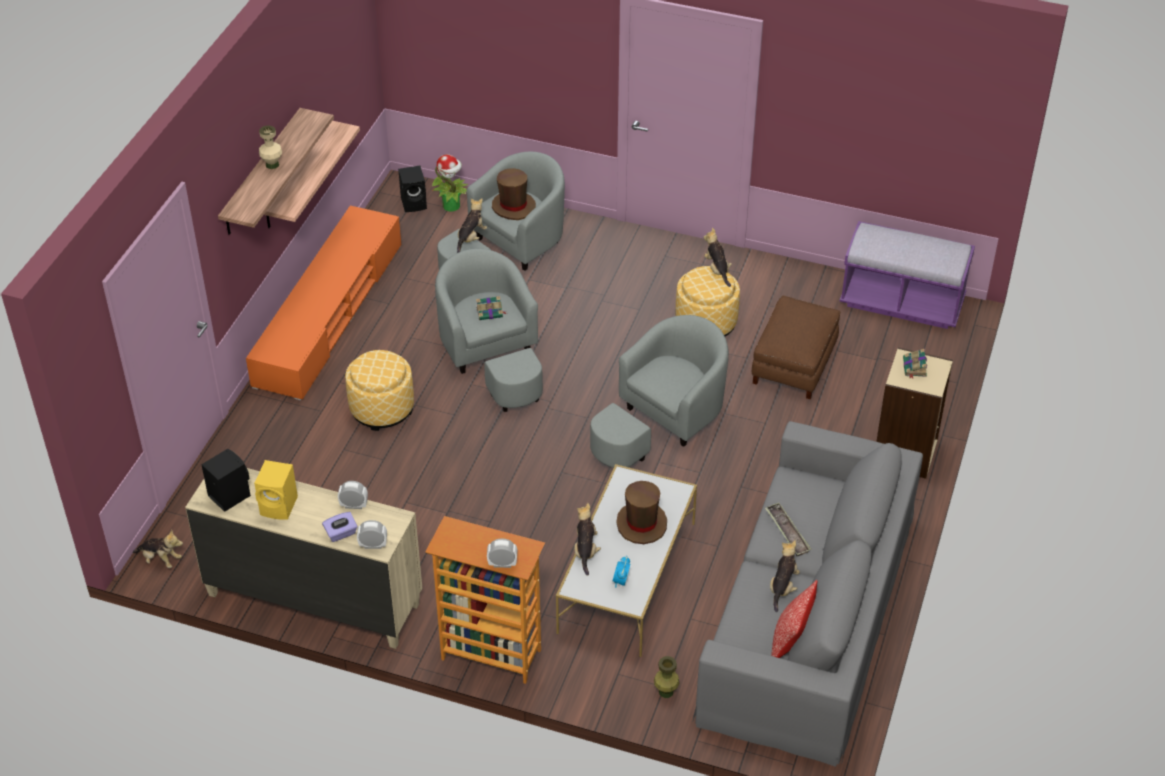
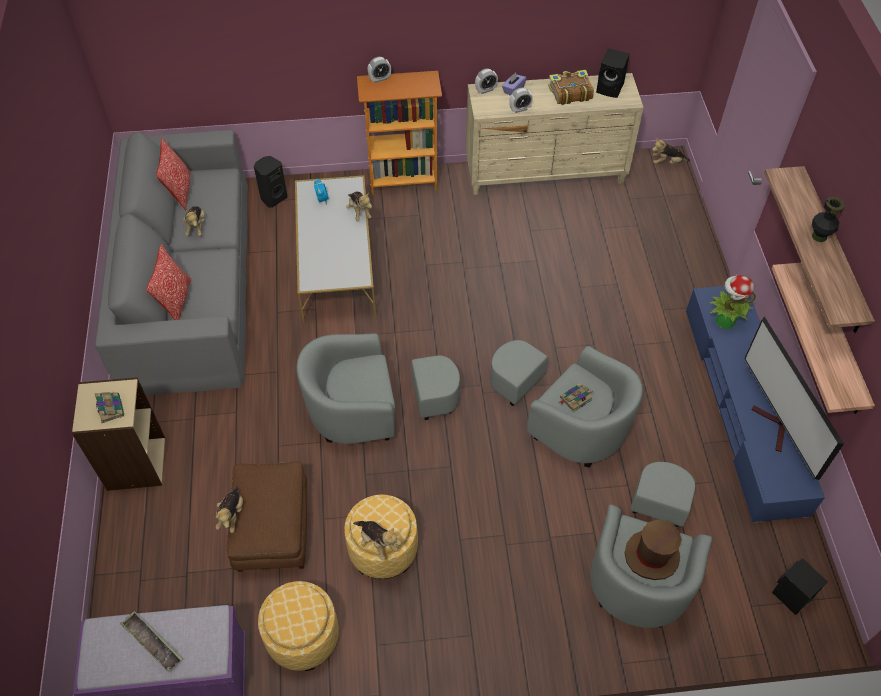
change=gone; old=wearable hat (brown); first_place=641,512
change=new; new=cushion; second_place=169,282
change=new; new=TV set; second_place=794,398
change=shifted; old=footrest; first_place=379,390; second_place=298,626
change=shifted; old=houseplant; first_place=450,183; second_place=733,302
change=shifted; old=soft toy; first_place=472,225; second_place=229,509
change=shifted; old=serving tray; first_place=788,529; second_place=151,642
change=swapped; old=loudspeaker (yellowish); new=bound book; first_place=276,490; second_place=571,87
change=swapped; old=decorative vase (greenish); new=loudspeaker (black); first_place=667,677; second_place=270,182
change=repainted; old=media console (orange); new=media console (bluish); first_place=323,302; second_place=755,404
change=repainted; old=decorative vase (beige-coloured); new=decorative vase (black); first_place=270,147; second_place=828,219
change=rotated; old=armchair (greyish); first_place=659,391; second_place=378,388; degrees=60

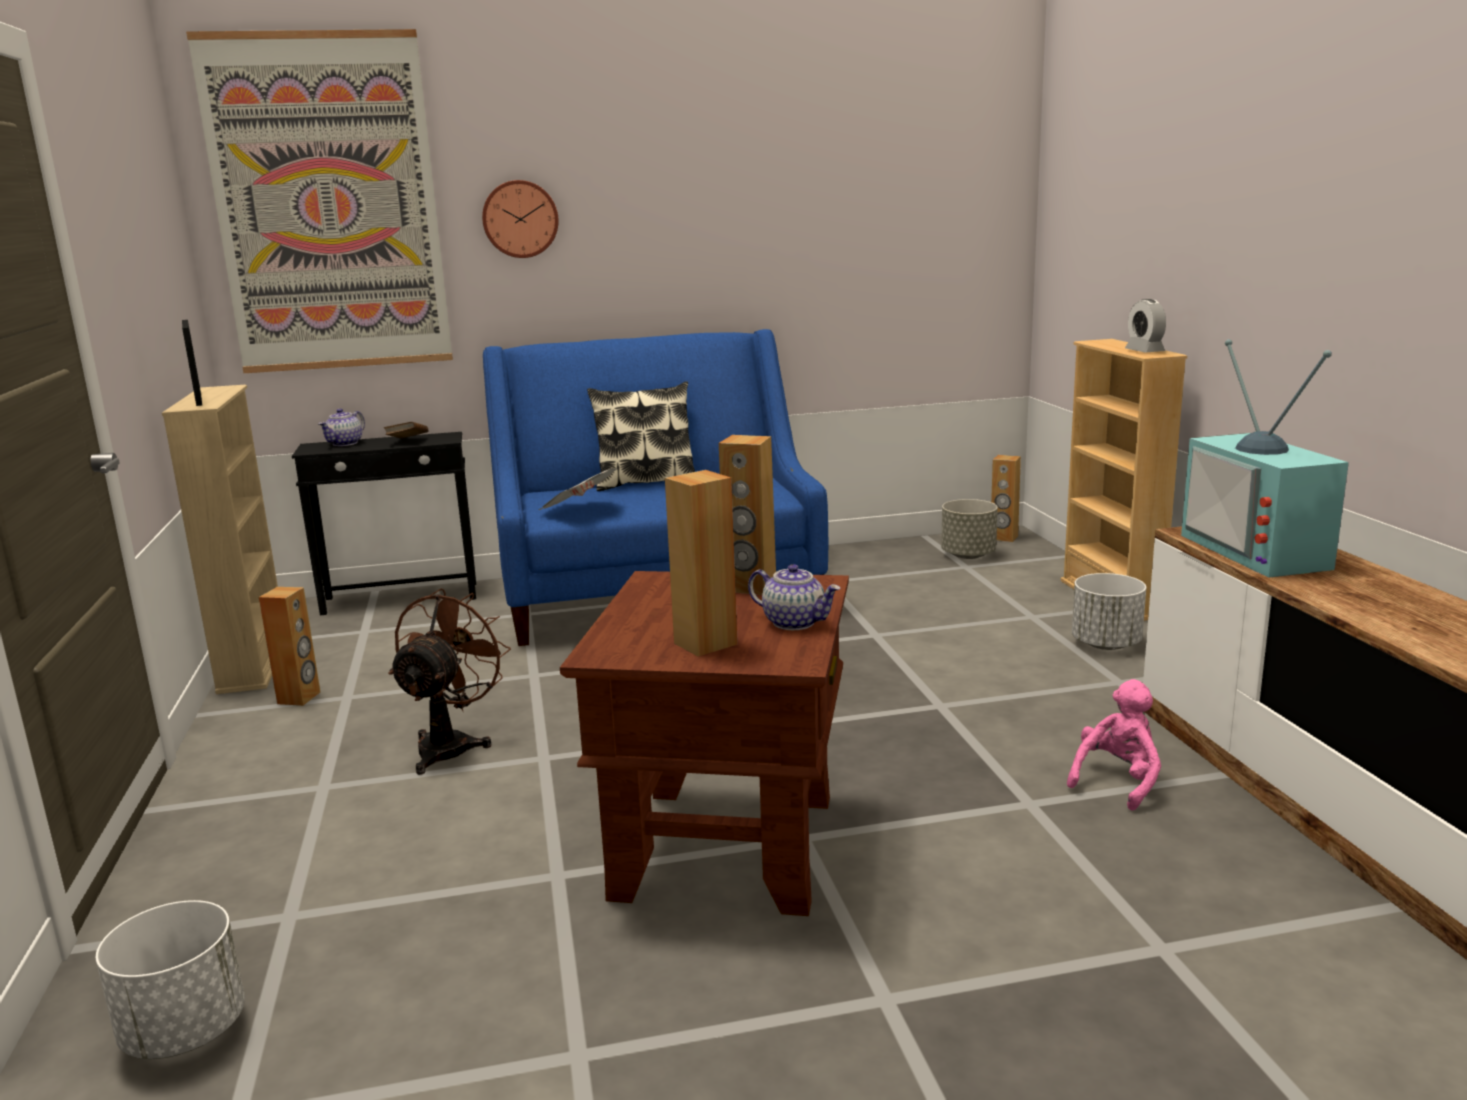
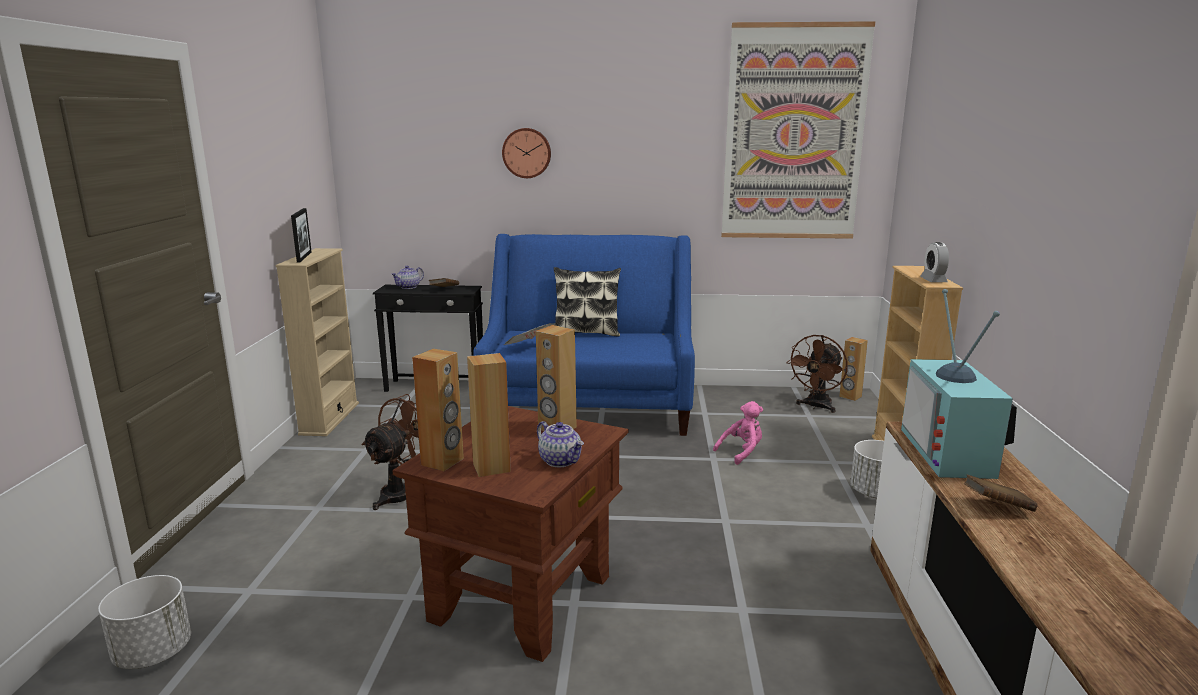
change=new; new=bound book (brown); second_place=1001,493
change=shifted; old=picture; first_place=319,201; second_place=798,130
change=shifted; old=loudspeaker (brown); first_place=289,646; second_place=438,410
change=shifted; old=soft toy (pink-coloured); first_place=1114,745; second_place=738,433
change=swapped; old=plant pot (greyish); new=cooling fan (brown); first_place=969,529; second_place=817,374

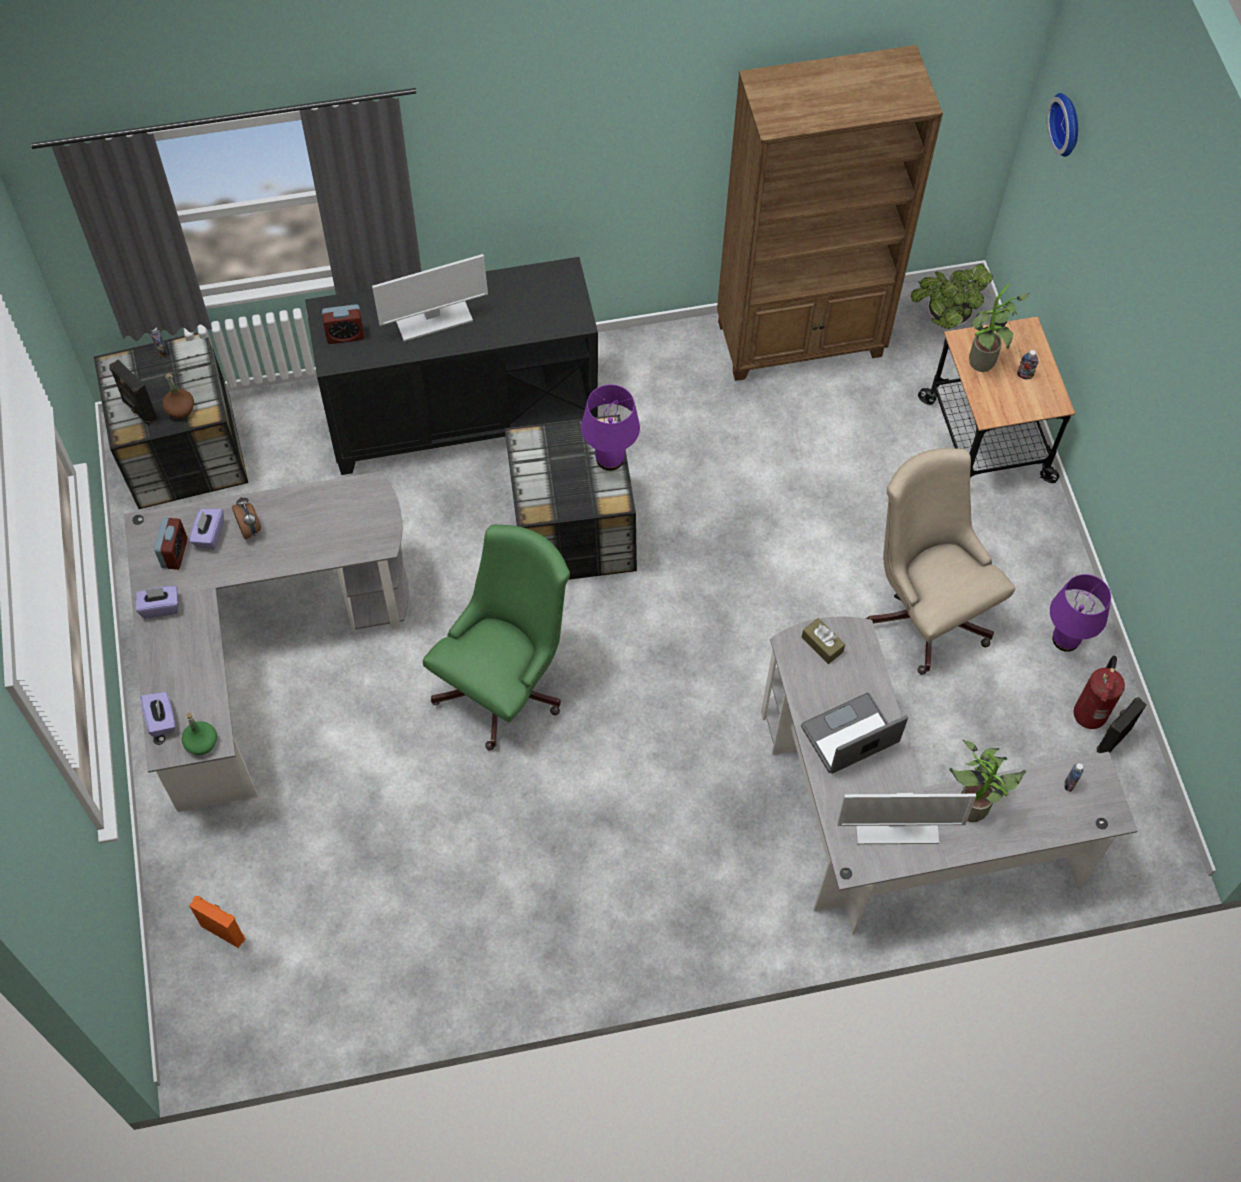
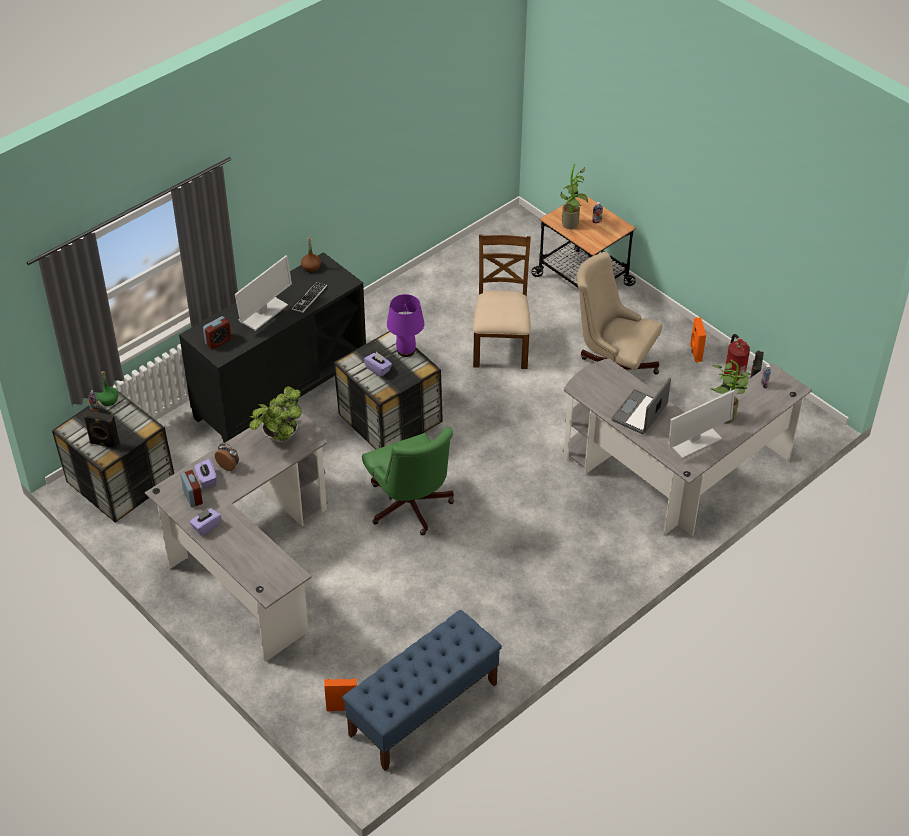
change=gone; old=bookshelf (brown); first_place=830,213
change=gone; old=box of tissues (brown); first_place=823,641
change=gone; old=hanging clock; first_place=1062,125
change=new; new=computer keyboard; second_place=309,297
change=new; new=indoor bench (bluish); second_place=422,690
change=new; new=plain chair (brown); second_place=502,302
change=shifted; old=box of tissues (purple-coloured); first_place=157,714; second_place=378,364
change=shifted; old=drink bottle (brown); first_place=178,396; second_place=311,255
change=shifted; old=drink bottle (greenish); first_place=199,734; second_place=107,388
change=shifted; old=houseplant; first_place=952,296; second_place=275,414
change=swapped; old=lamp for a table (purple-coloured); new=loudspeaker (orange); first_place=1080,613; second_place=698,339
change=rotated; old=desk chair (greenish); first_place=496,637; second_place=408,481; degrees=150

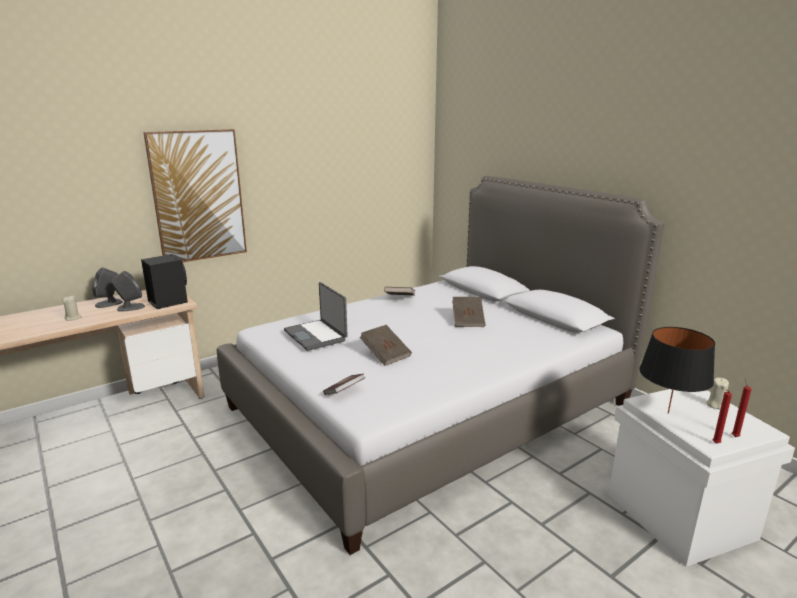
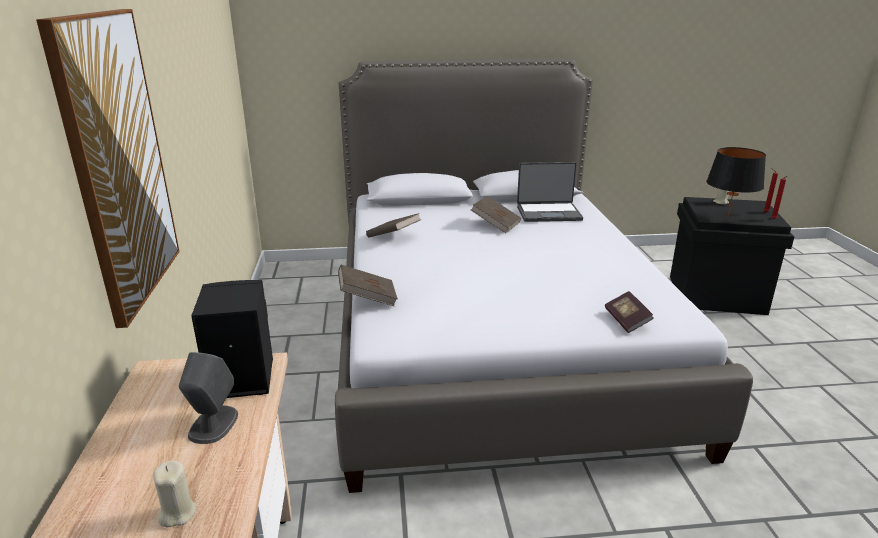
change=gone; old=loudspeaker (greyish); first_place=107,287
change=shifted; old=portable computer; first_place=316,316; second_place=550,192
change=shifted; old=bound book (brown); first_place=386,345; second_place=368,285
change=repainted; old=storage bin (white); new=storage bin (black); first_place=702,478; second_place=732,256

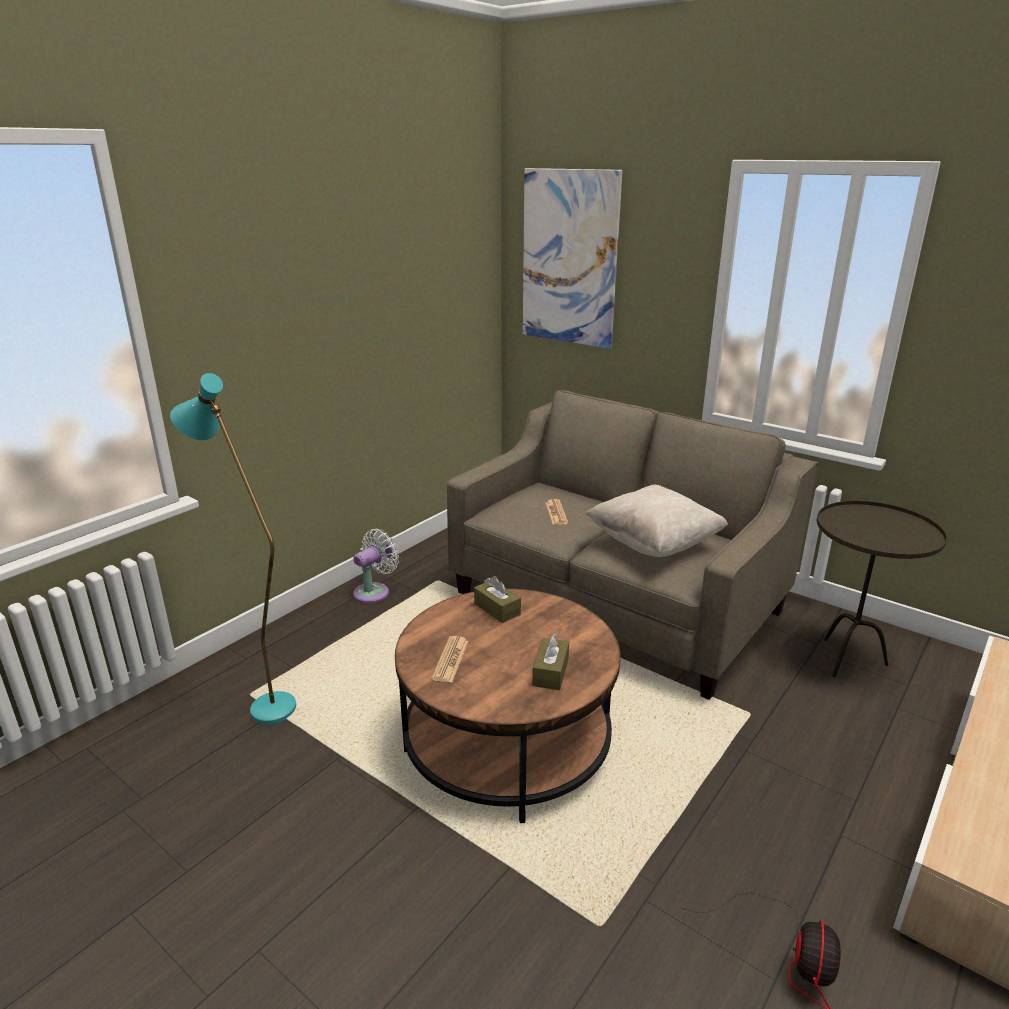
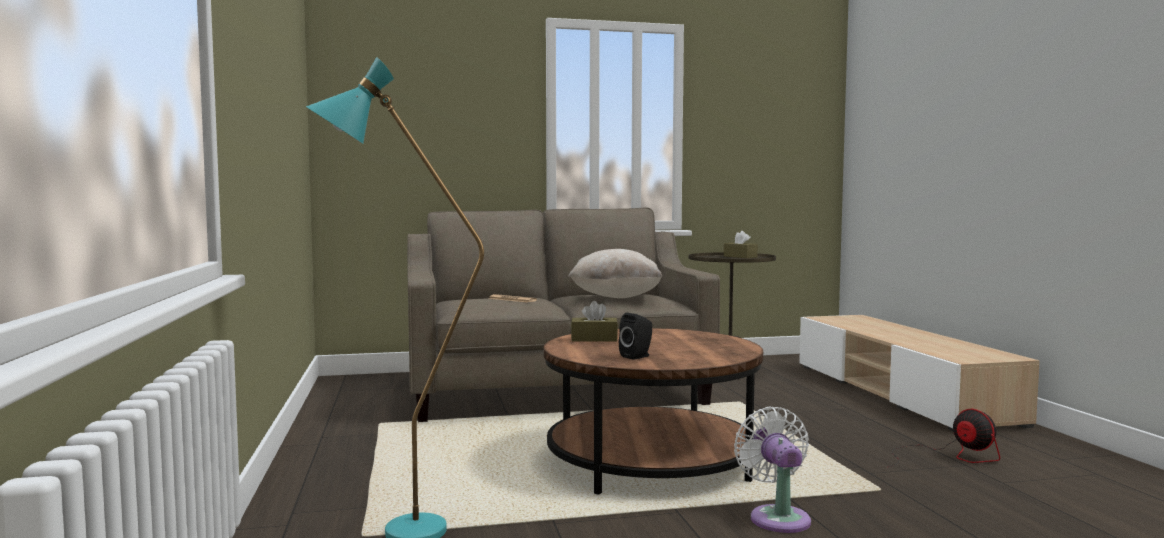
change=gone; old=picture; first_place=572,258
change=shifted; old=cooling fan (white); first_place=376,566; second_place=772,469
change=shifted; old=box of tissues (brown); first_place=550,662; second_place=741,244
change=swapped; old=newspaper; new=loudspeaker (black); first_place=450,659; second_place=635,336

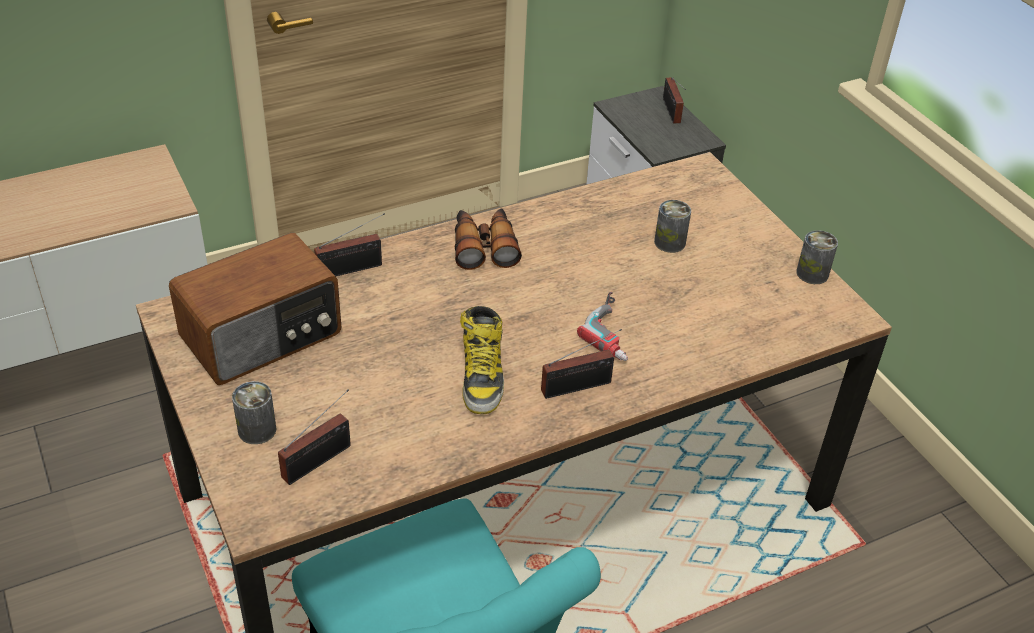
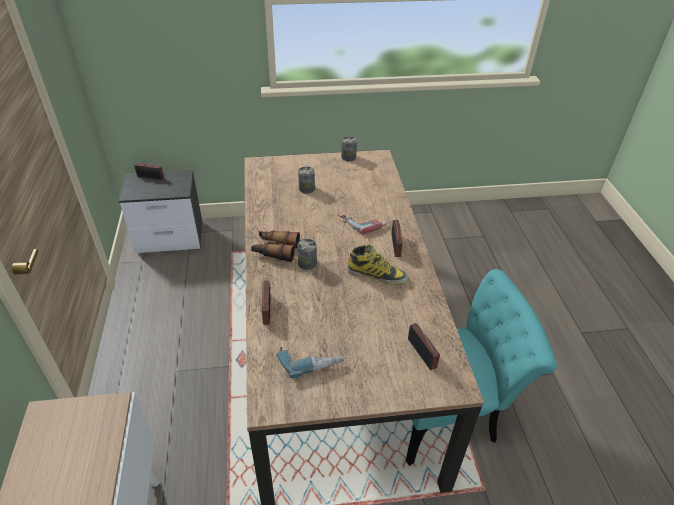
change=shifted; old=can; first_place=254,412; second_place=307,254
change=swapped; old=radio set; new=power drill; first_place=255,309; second_place=311,362

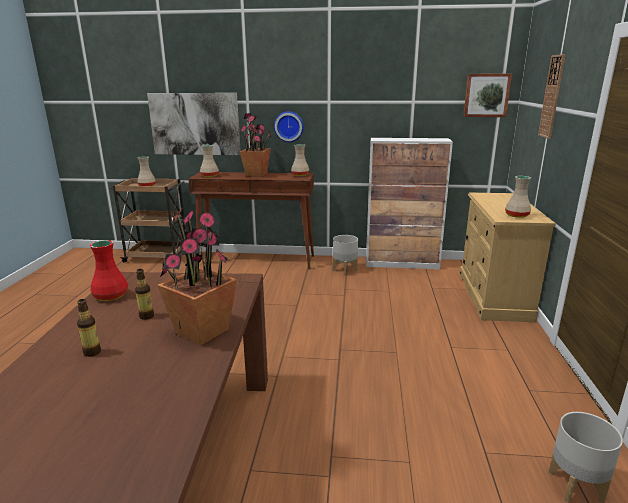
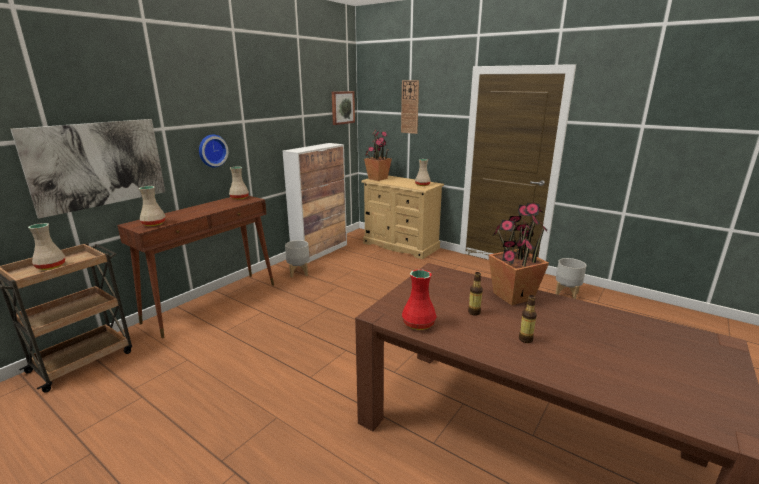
change=shifted; old=houseplant; first_place=255,145; second_place=378,155

